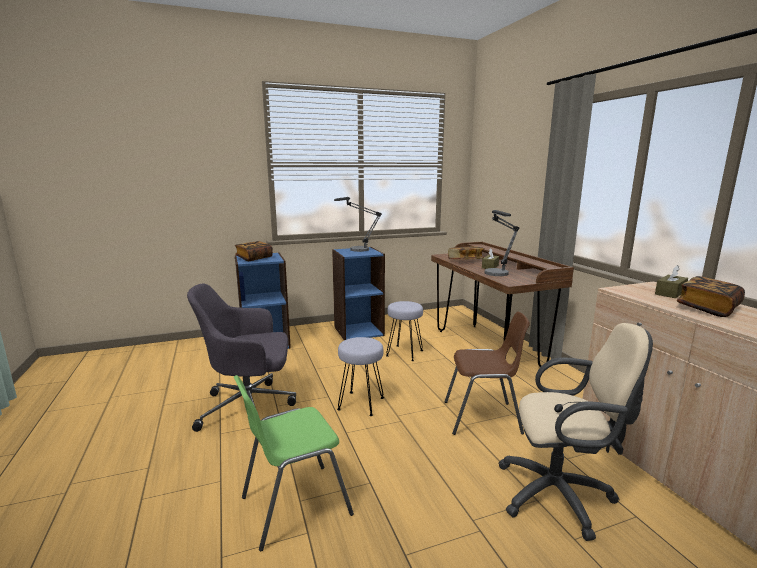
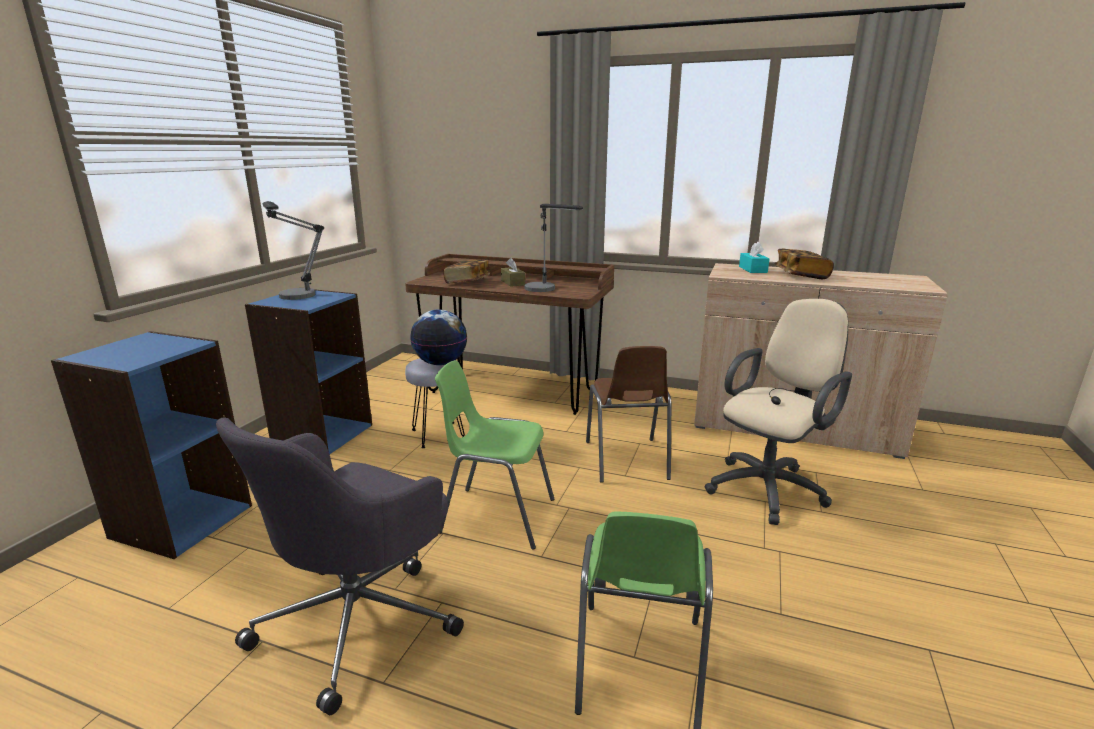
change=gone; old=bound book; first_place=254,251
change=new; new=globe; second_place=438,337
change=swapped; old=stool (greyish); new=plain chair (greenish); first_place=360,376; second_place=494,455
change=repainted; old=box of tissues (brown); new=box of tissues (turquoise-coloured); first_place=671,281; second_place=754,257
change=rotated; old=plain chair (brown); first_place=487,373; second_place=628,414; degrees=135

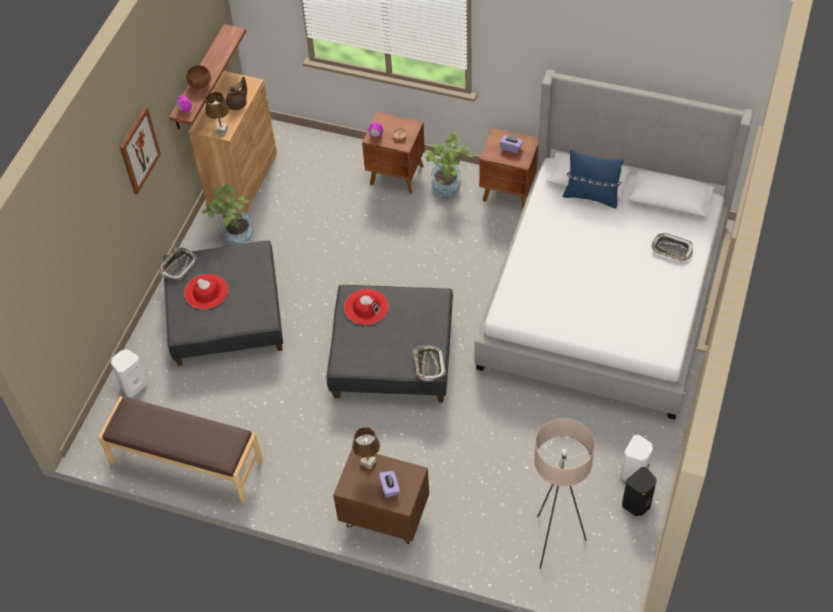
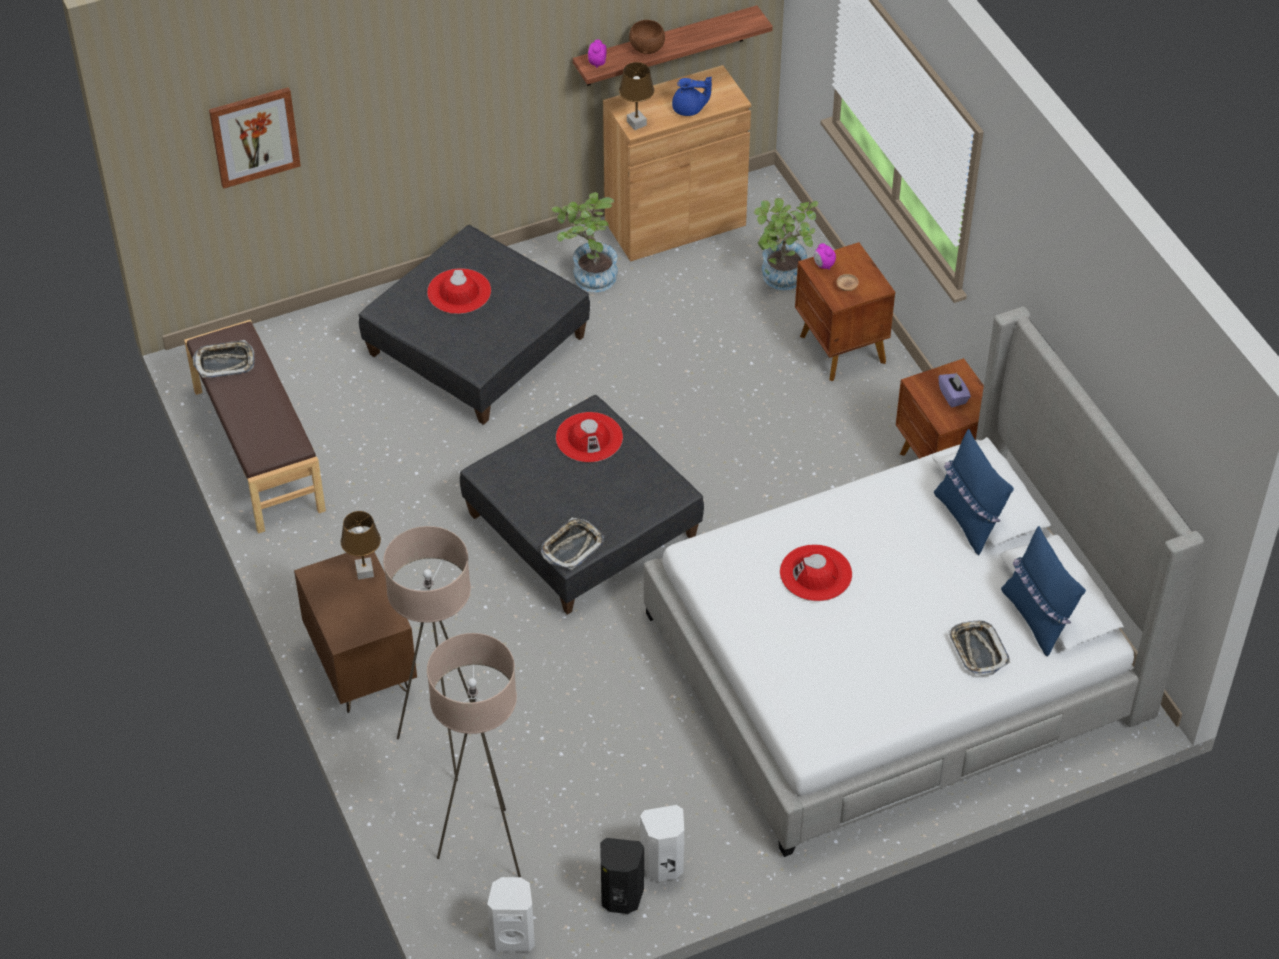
change=gone; old=box of tissues (purple-coloured); first_place=389,484
change=new; new=standing lamp (beige-coloured); second_place=427,653
change=new; new=wearable hat (reddish); second_place=816,573
change=new; new=cushion (bluish); second_place=1043,591
change=shifted; old=loudspeaker (white); first_place=129,373; second_place=511,914
change=shifted; old=picture; first_place=140,150; second_place=255,138
change=shifted; old=serving tray; first_place=178,263; second_place=224,359
change=shifted; old=houseplant; first_place=449,164; second_place=786,244
change=repainted; old=teapot (brown); new=teapot (bluish); first_place=236,93; second_place=692,96

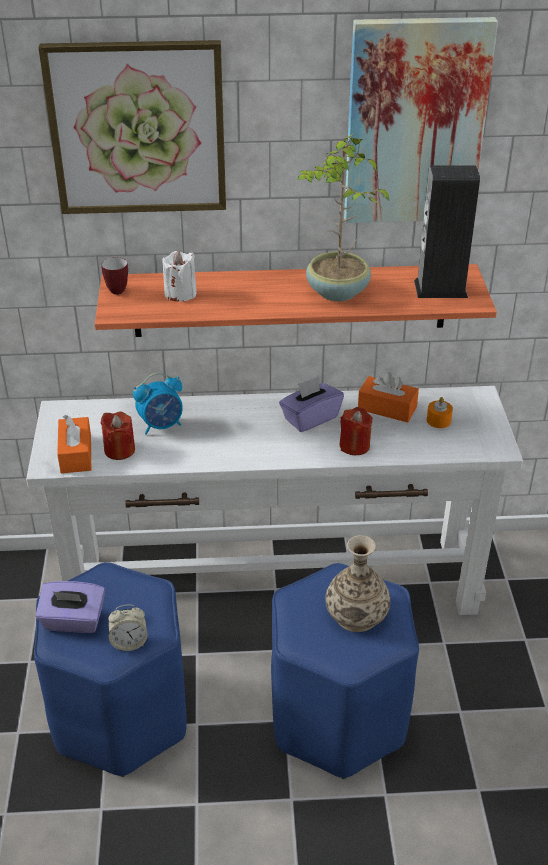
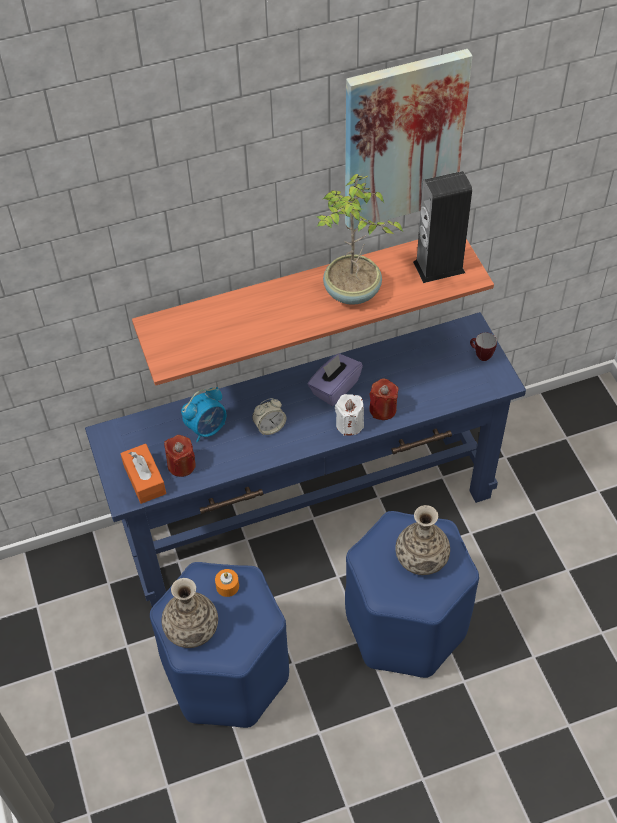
change=gone; old=picture; first_place=132,127
change=gone; old=box of tissues (orange); first_place=388,397
change=shifted; old=mug; first_place=114,276; second_place=483,346
change=shifted; old=table clock; first_place=128,628; second_place=269,417
change=shifted; old=candle (white); first_place=180,276; second_place=349,415
change=shifted; old=candle (orange); first_place=440,412; second_place=227,583
change=swapped; old=box of tissues (purple-coloured); new=decorative vase; first_place=70,607; second_place=190,613
change=repainted; old=console table (white); new=console table (bluish); first_place=274,500; second_place=305,459

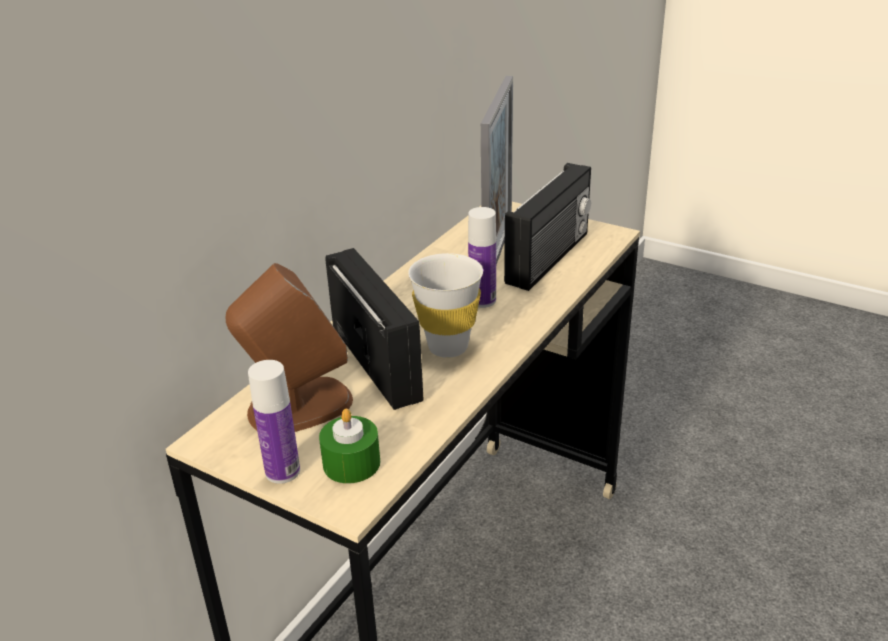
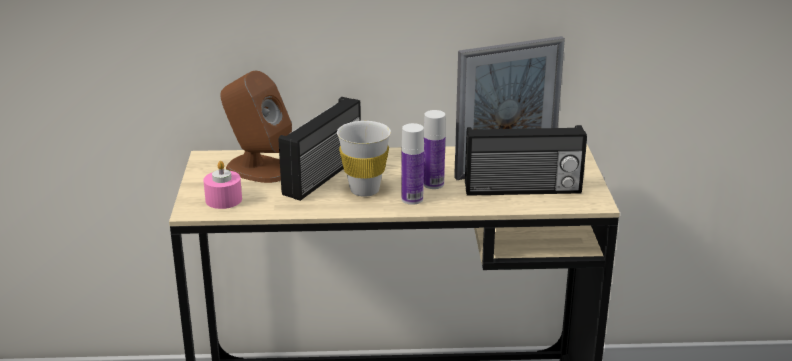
change=shifted; old=drink bottle; first_place=274,422; second_place=412,164
change=repainted; old=candle (greenish); new=candle (pink-coloured); first_place=349,445; second_place=222,185

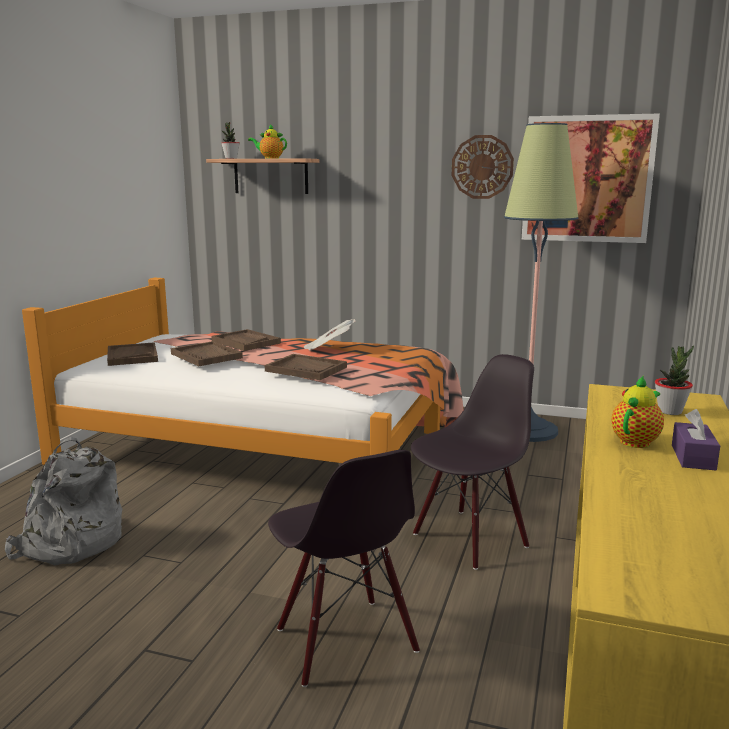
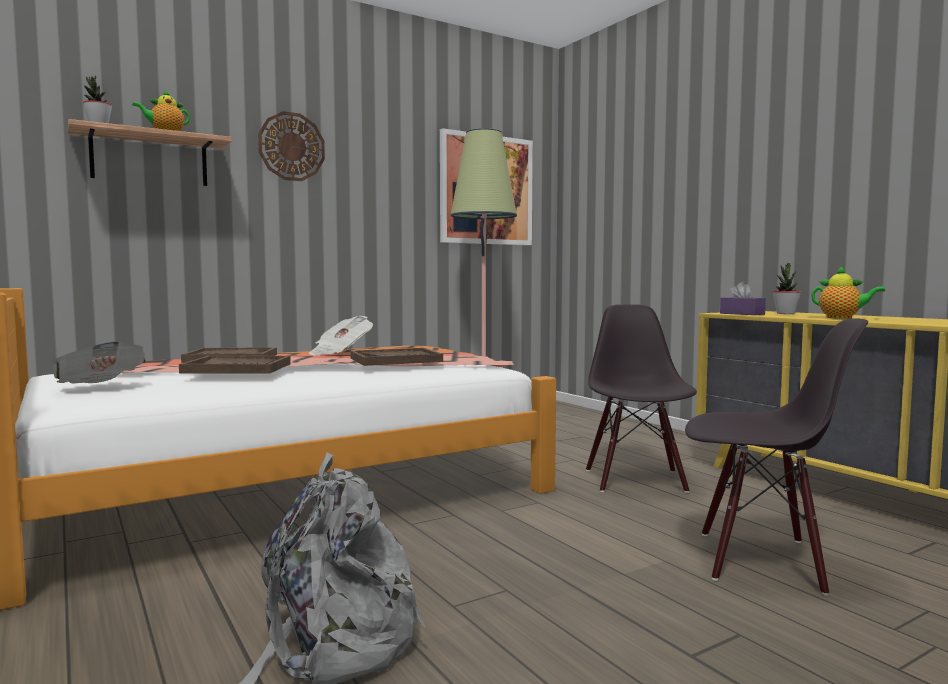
change=shifted; old=hanging clock; first_place=483,167; second_place=291,146
change=shifted; old=box of tissues (purple-coloured); first_place=696,439; second_place=743,298
change=swapped; old=serving tray (brown); new=newspaper; first_place=132,354; second_place=99,362
change=rotated; old=teapot; first_place=637,411; second_place=848,292; degrees=135

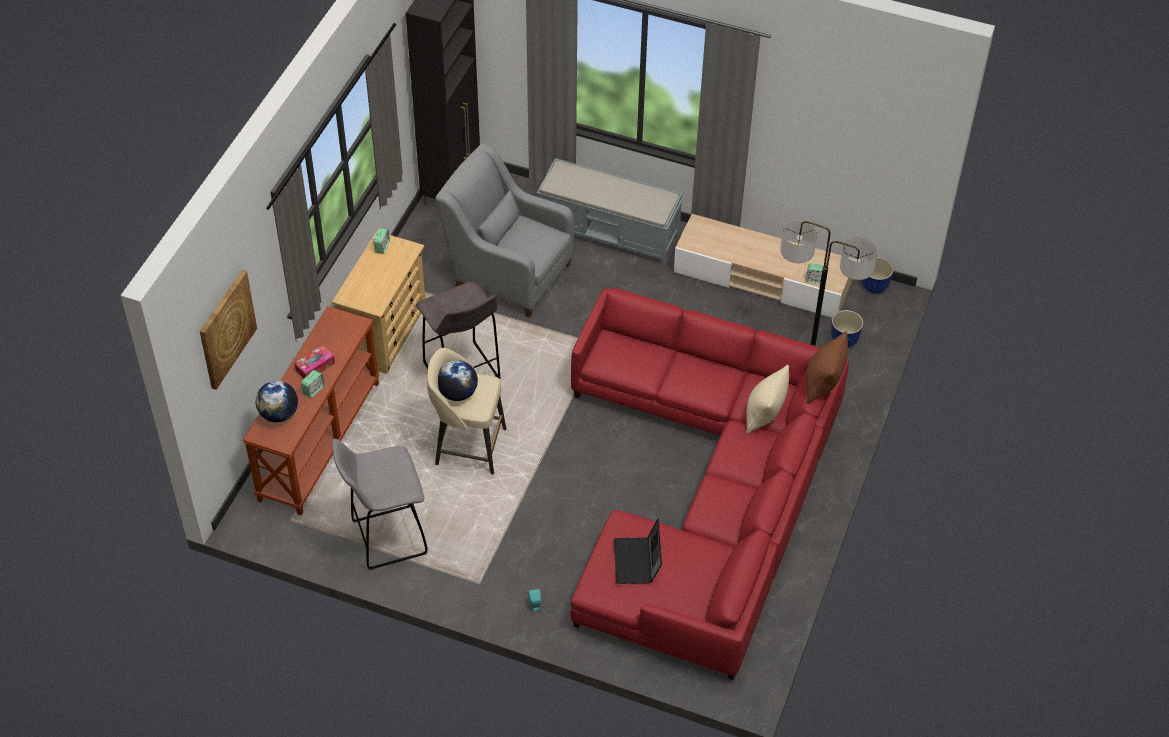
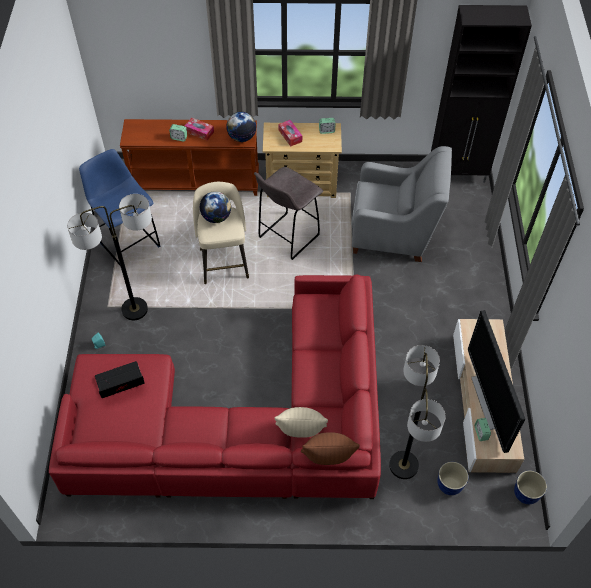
change=gone; old=picture; first_place=228,330
change=gone; old=indoor bench (greyish); first_place=610,212
change=new; new=standing lamp; second_place=109,257
change=new; new=box of tissues; second_place=290,133
change=new; new=TV set; second_place=496,381
change=shifted; old=globe; first_place=277,401; second_place=241,127
change=repainted; old=stool (greyish); new=stool (bluish); first_place=379,505; second_place=119,208
change=rotated; old=armchair (greyish); first_place=504,230; second_place=402,204; degrees=90

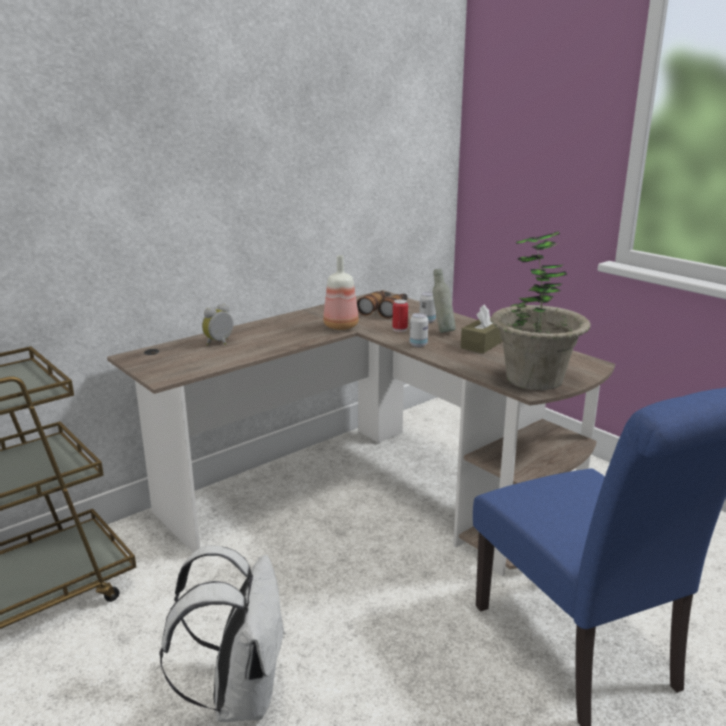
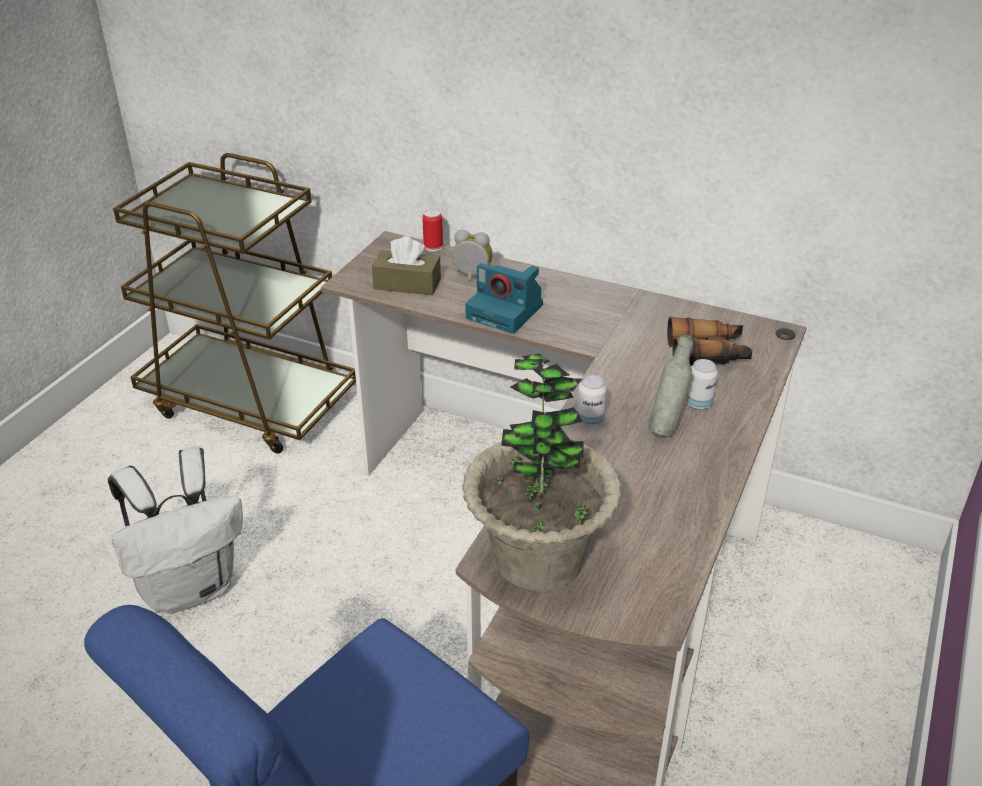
change=gone; old=drink bottle; first_place=341,292
change=new; new=photo camera; second_place=504,298
change=shifted; old=can; first_place=400,315; second_place=432,230
change=shifted; old=box of tissues (brown); first_place=482,329; second_place=406,265

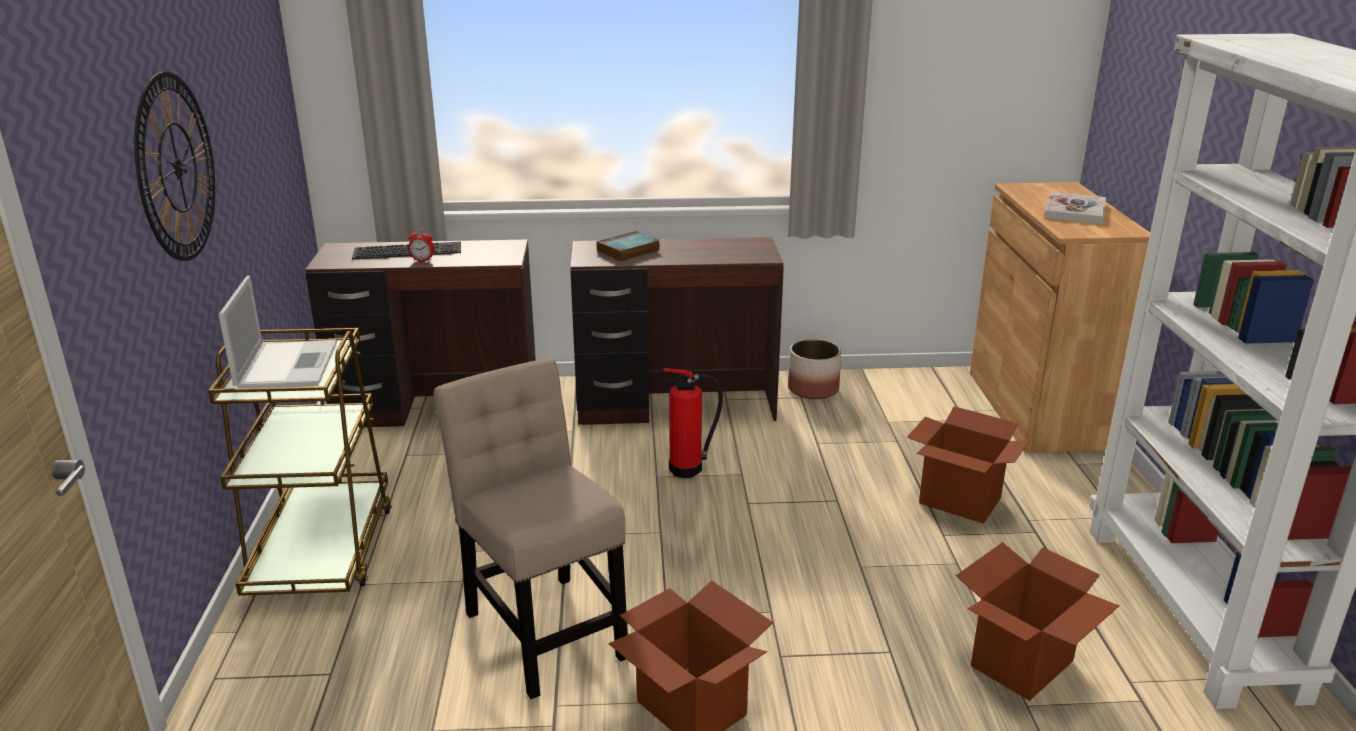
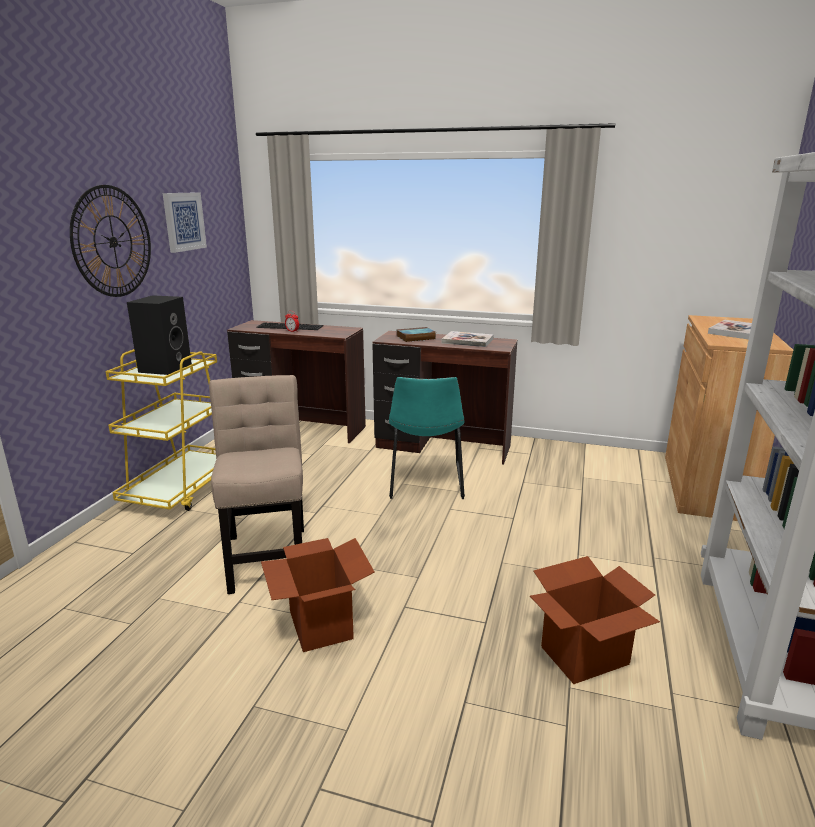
change=gone; old=plant pot; first_place=814,369
change=gone; old=carton; first_place=968,465
change=new; new=picture; second_place=185,222
change=new; new=bound book; second_place=468,339
change=swapped; old=portable computer; new=loudspeaker (black); first_place=278,331; second_place=159,335
change=swapped; old=fire extinguisher; new=plain chair (turquoise-coloured); first_place=693,423; second_place=427,438
change=repainted; old=cart (brown); new=cart (yellowish); first_place=300,462; second_place=161,430

